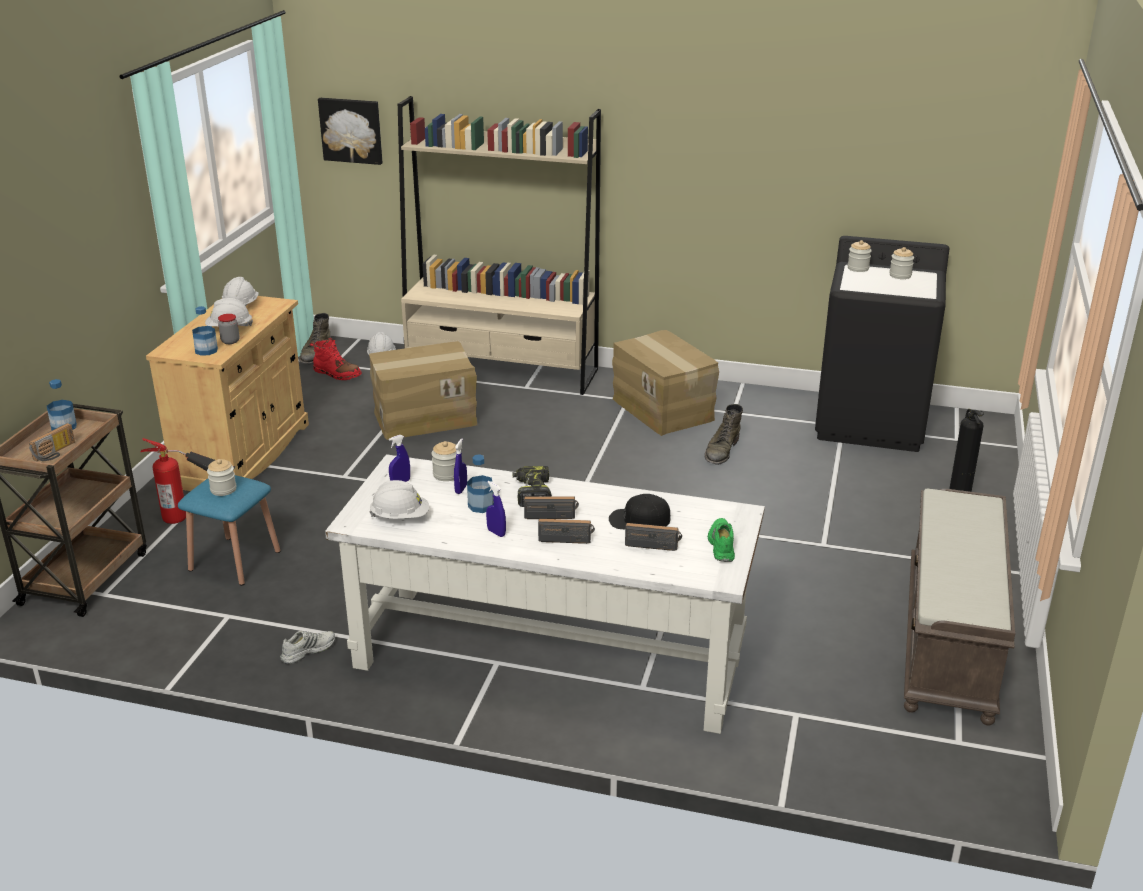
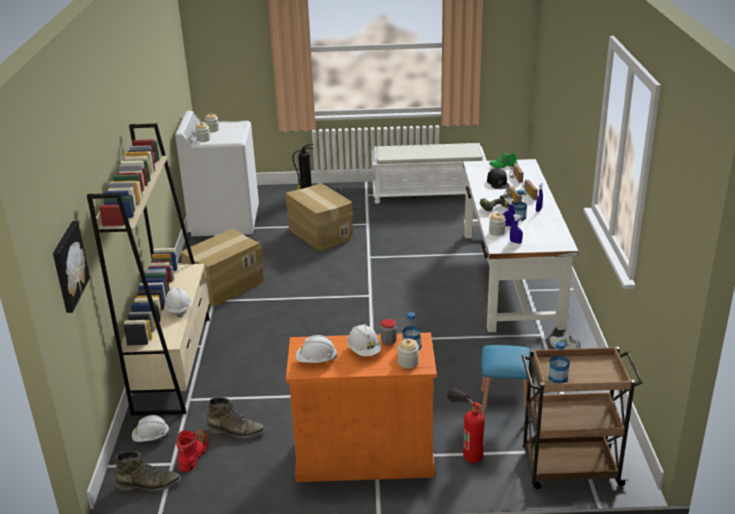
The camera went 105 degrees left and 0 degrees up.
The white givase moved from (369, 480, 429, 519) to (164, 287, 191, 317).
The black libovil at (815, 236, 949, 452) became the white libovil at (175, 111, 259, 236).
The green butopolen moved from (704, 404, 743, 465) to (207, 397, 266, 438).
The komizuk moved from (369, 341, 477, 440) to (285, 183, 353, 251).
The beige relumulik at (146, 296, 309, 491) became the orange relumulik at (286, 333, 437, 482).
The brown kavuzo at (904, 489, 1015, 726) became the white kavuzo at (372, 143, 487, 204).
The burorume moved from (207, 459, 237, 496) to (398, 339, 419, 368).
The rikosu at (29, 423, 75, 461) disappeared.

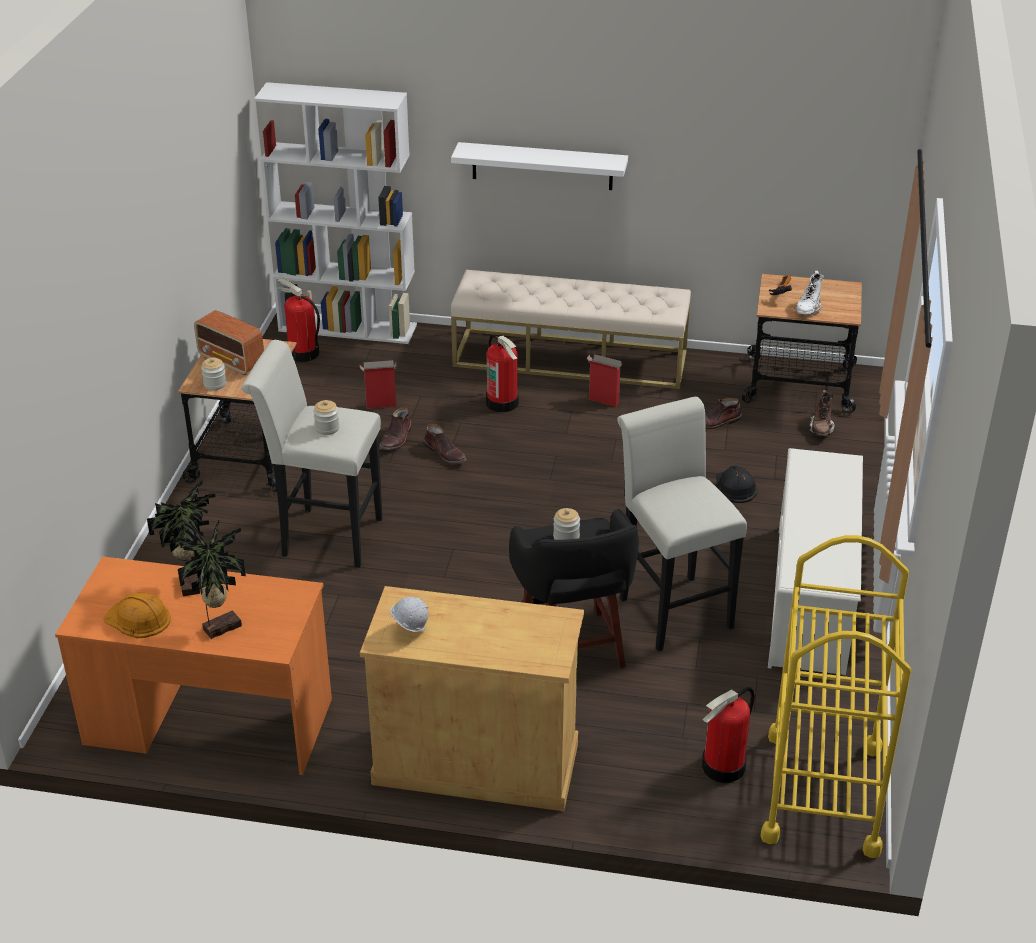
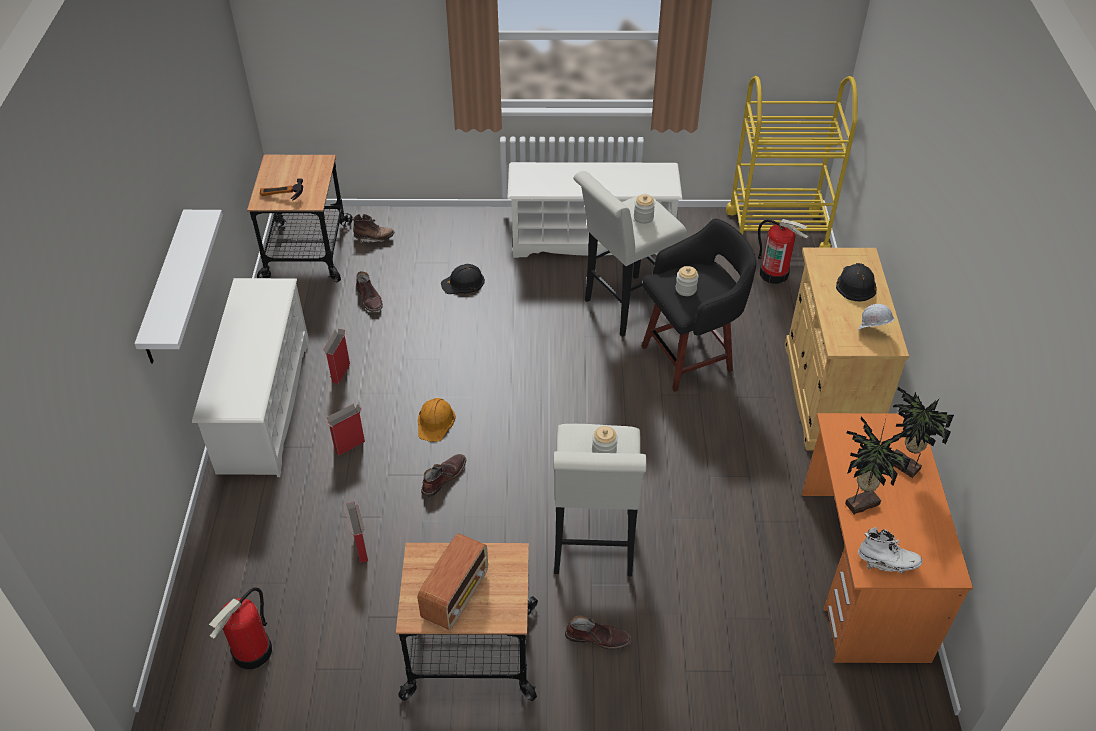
The camera went 100 degrees left and 10 degrees up.
The beige kavuzo at (451, 270, 691, 389) was replaced by the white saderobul at (192, 278, 309, 477).
The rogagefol at (486, 334, 519, 412) was replaced by the komizuk at (324, 403, 365, 456).
The orange givase moved from (103, 592, 171, 638) to (418, 398, 456, 442).
The brown butopolen moved from (379, 407, 412, 450) to (565, 615, 632, 650).
The burorume moved from (201, 358, 227, 390) to (634, 195, 655, 224).
The black givase at (836, 263, 876, 301) appeared.
The white butopolen moved from (794, 271, 824, 315) to (858, 527, 922, 574).
The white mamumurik at (254, 82, 417, 344) disappeared.

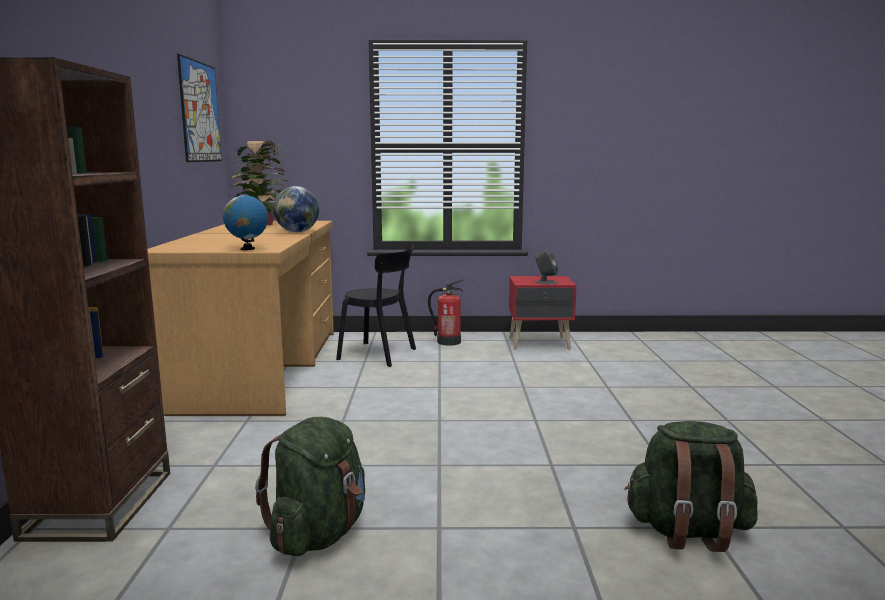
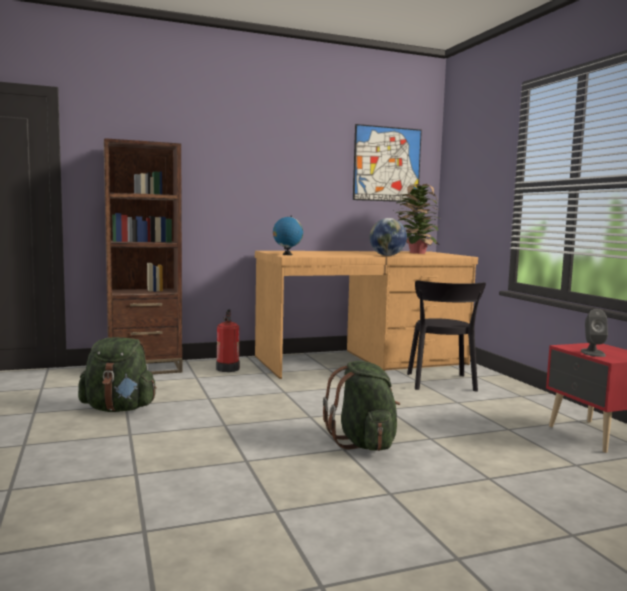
The camera went 70 degrees right and 5 degrees down.
The rogagefol moved from (428, 280, 464, 346) to (216, 309, 240, 372).
The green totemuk moved from (625, 421, 758, 552) to (323, 361, 400, 451).

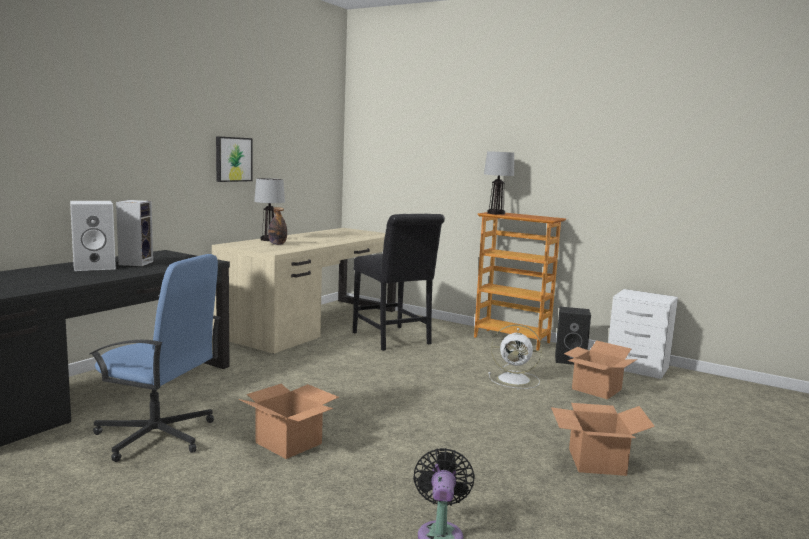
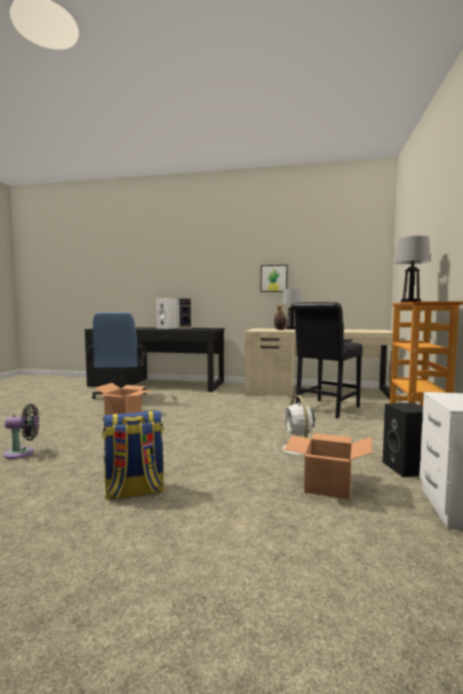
The camera went 70 degrees right and 5 degrees down.
The komizuk at (551, 403, 655, 476) was replaced by the totemuk at (102, 411, 165, 500).

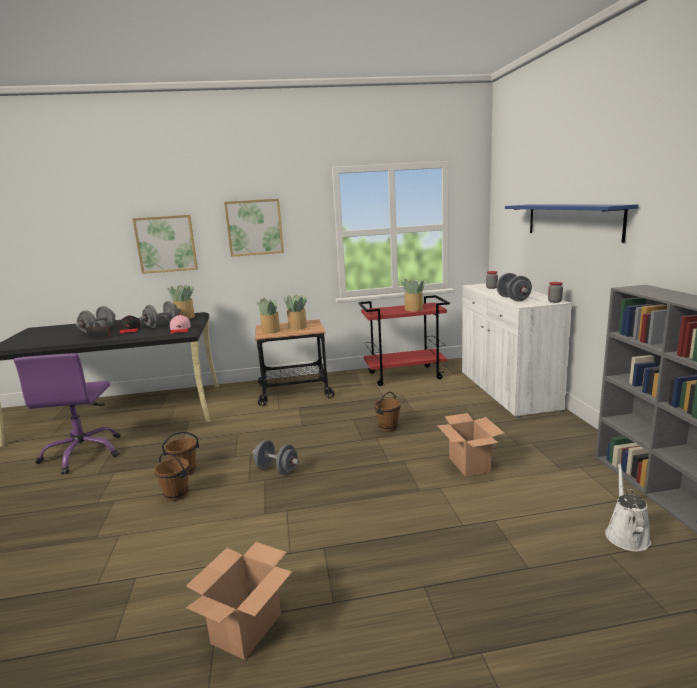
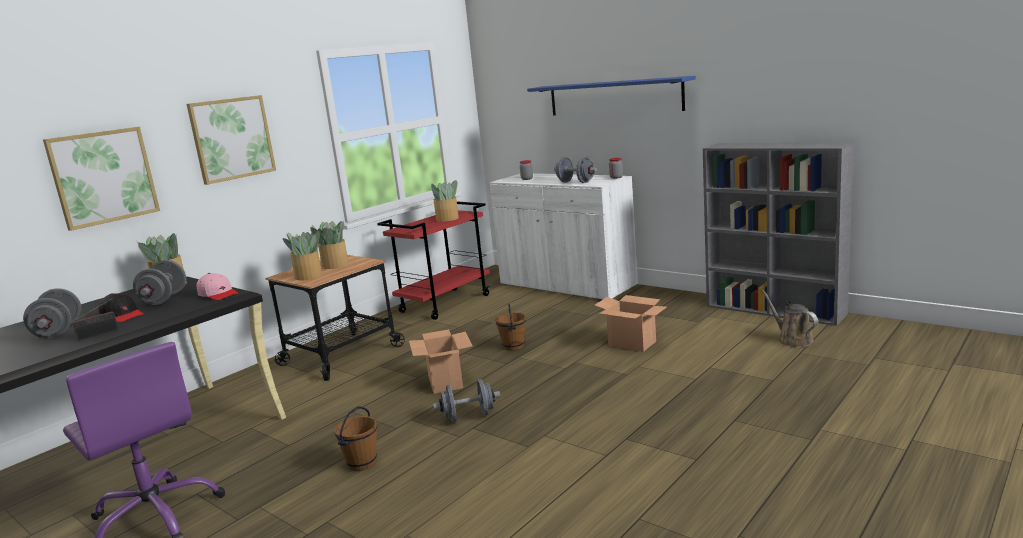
The camera went 40 degrees left and 0 degrees up.
The komizuk moved from (186, 542, 292, 660) to (409, 329, 473, 394).
The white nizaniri at (605, 463, 651, 551) became the brown nizaniri at (761, 290, 818, 347).
The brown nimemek at (154, 452, 189, 501) disappeared.

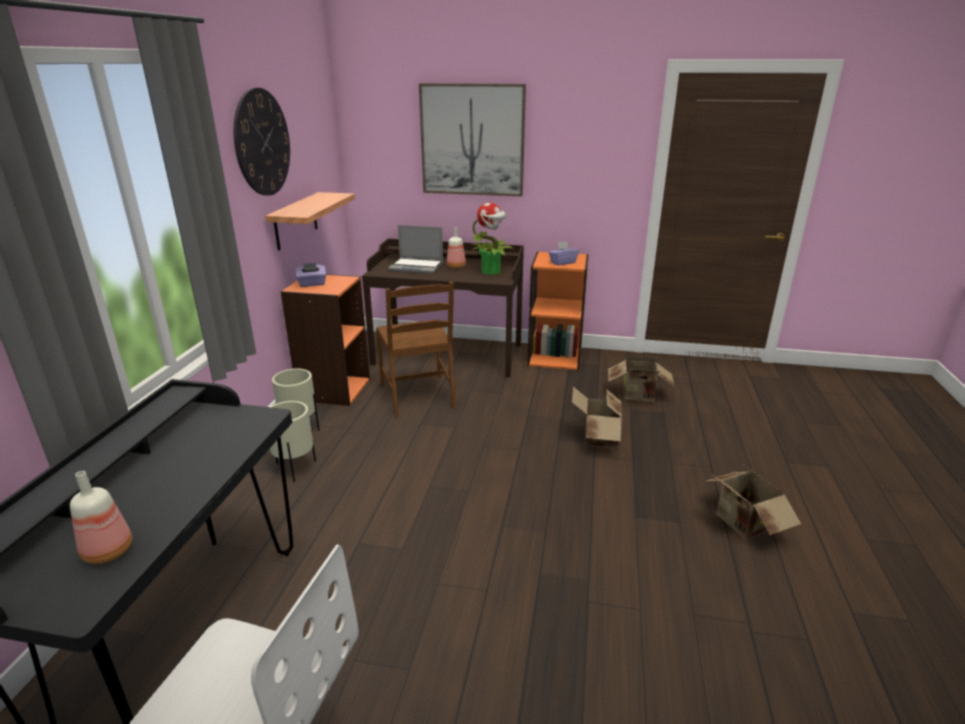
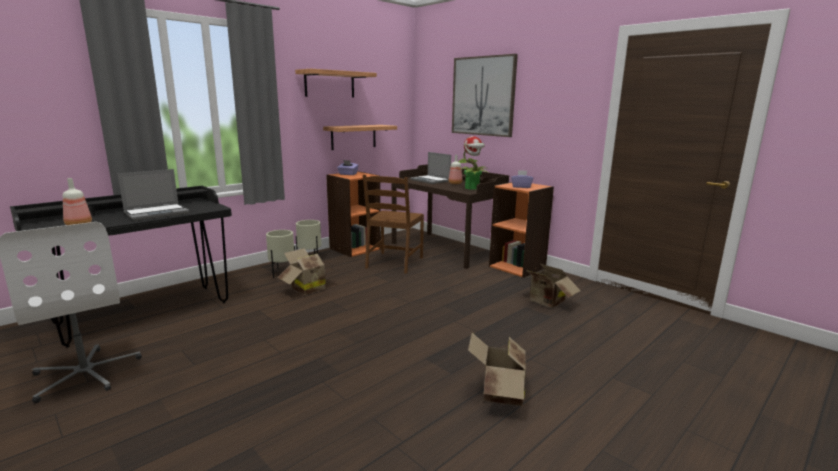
The camera went 35 degrees right and 10 degrees down.
The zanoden at (117, 169, 189, 221) appeared.
The komizuk moved from (572, 387, 622, 448) to (278, 248, 336, 295).
The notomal at (234, 88, 290, 196) was replaced by the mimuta at (295, 69, 377, 98).

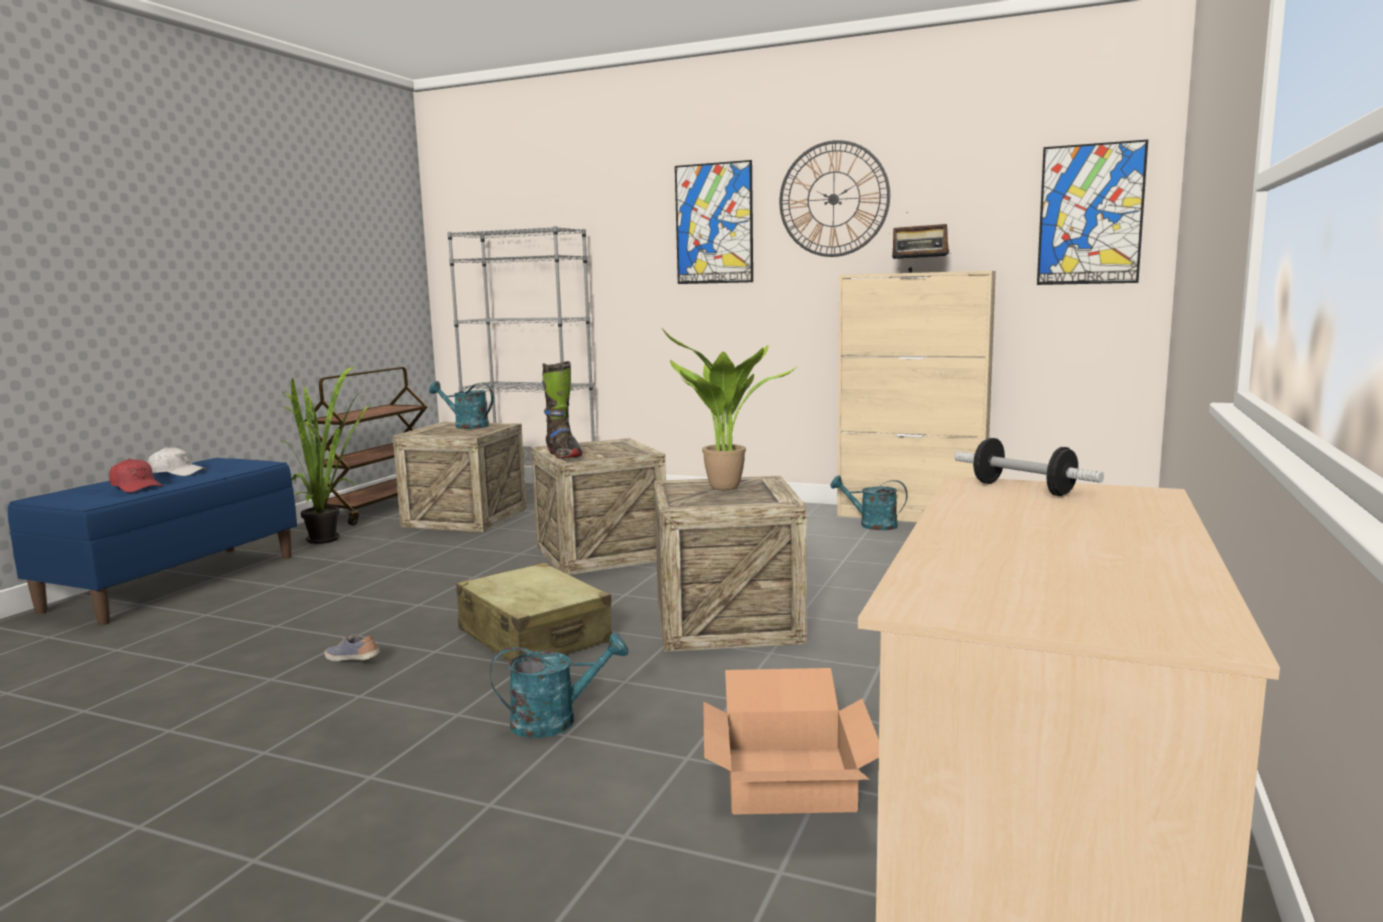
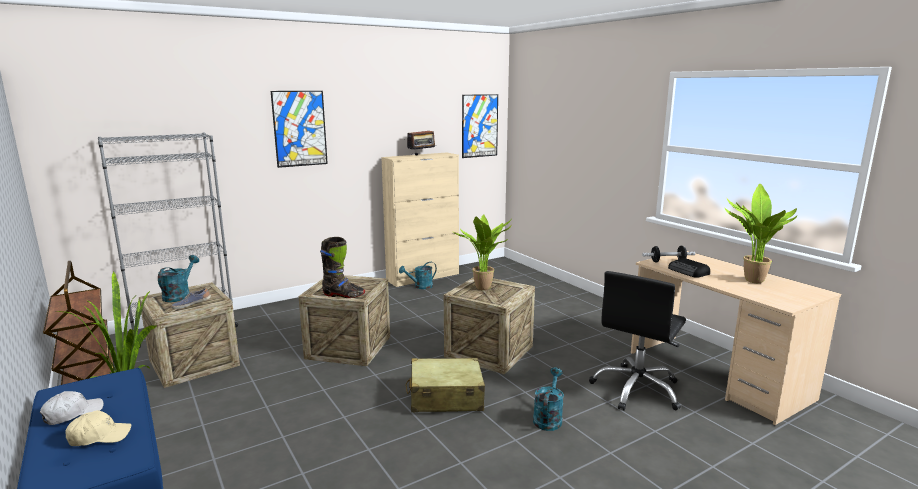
The camera went 55 degrees left and 5 degrees up.
The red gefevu at (109, 459, 163, 493) became the beige gefevu at (66, 410, 132, 446).
The turquoise nizaniri at (429, 381, 494, 429) turned 135 degrees clockwise.
The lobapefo moved from (324, 634, 380, 661) to (171, 288, 211, 309).
The komizuk at (703, 668, 879, 815) was replaced by the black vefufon at (589, 271, 686, 411).
The rikosu at (668, 258, 710, 278) appeared.
The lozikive at (725, 184, 797, 283) appeared.
The notomal at (779, 140, 890, 257) disappeared.

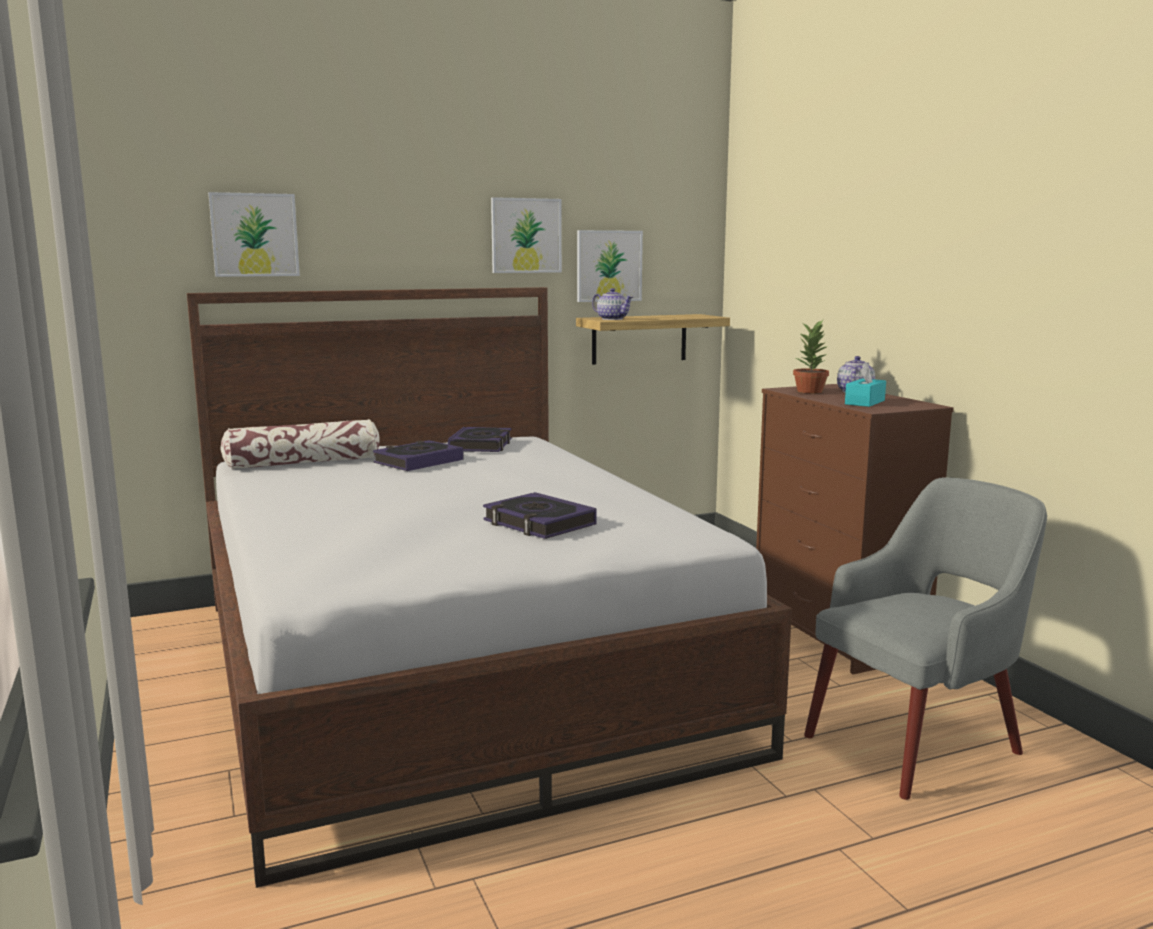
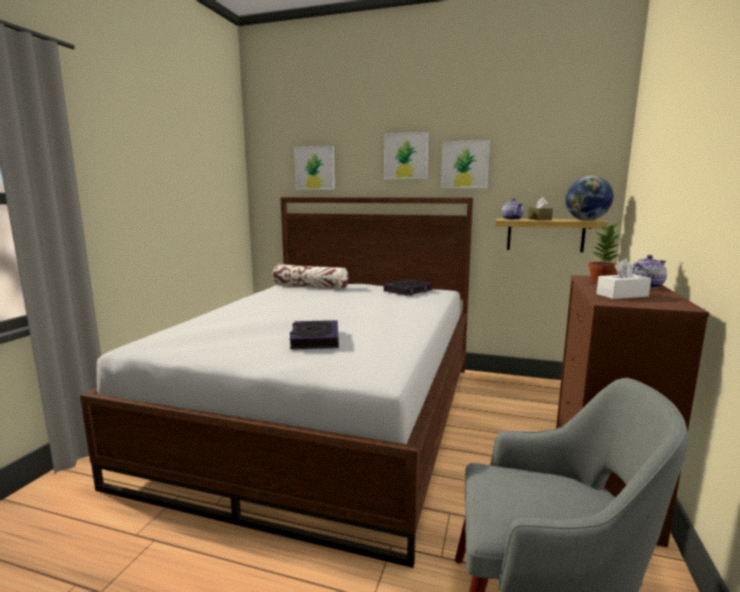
The camera went 40 degrees right and 0 degrees up.
The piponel moved from (577, 230, 643, 302) to (384, 132, 429, 179).
The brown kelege at (528, 197, 553, 220) appeared.
The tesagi at (565, 176, 613, 221) appeared.
The turquoise kelege at (845, 362, 886, 407) became the white kelege at (596, 259, 651, 299).
The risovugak at (373, 440, 464, 471) disappeared.

